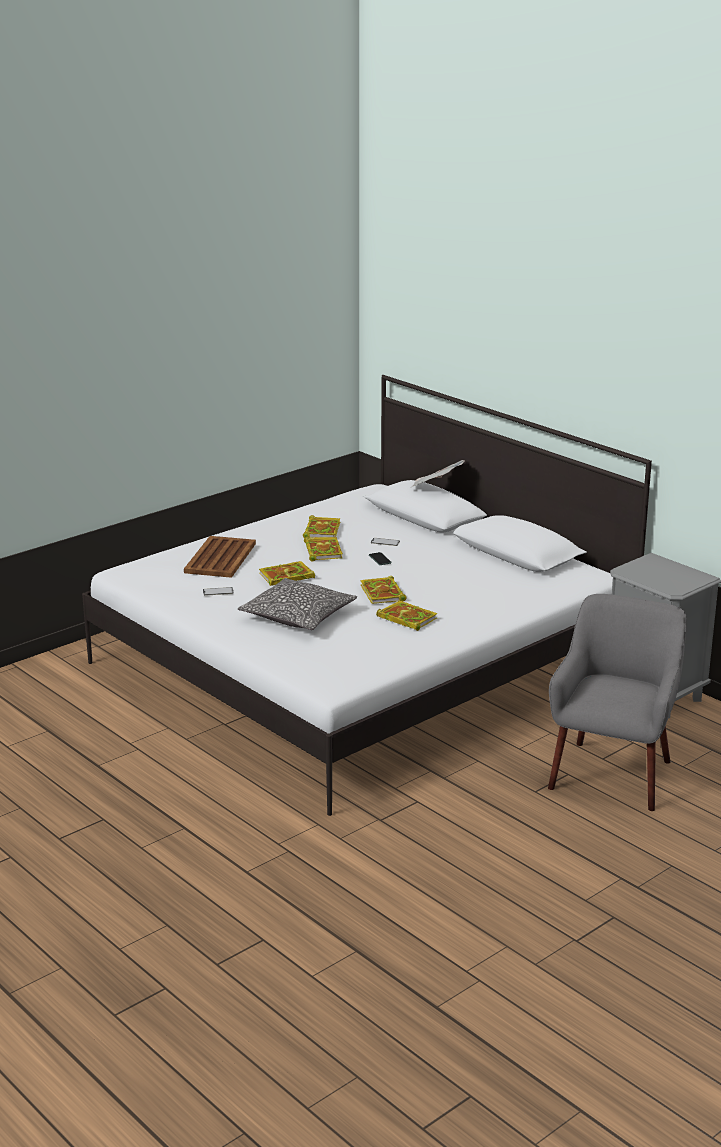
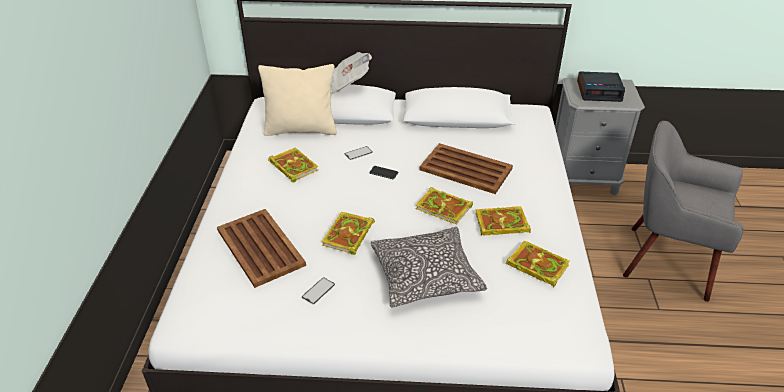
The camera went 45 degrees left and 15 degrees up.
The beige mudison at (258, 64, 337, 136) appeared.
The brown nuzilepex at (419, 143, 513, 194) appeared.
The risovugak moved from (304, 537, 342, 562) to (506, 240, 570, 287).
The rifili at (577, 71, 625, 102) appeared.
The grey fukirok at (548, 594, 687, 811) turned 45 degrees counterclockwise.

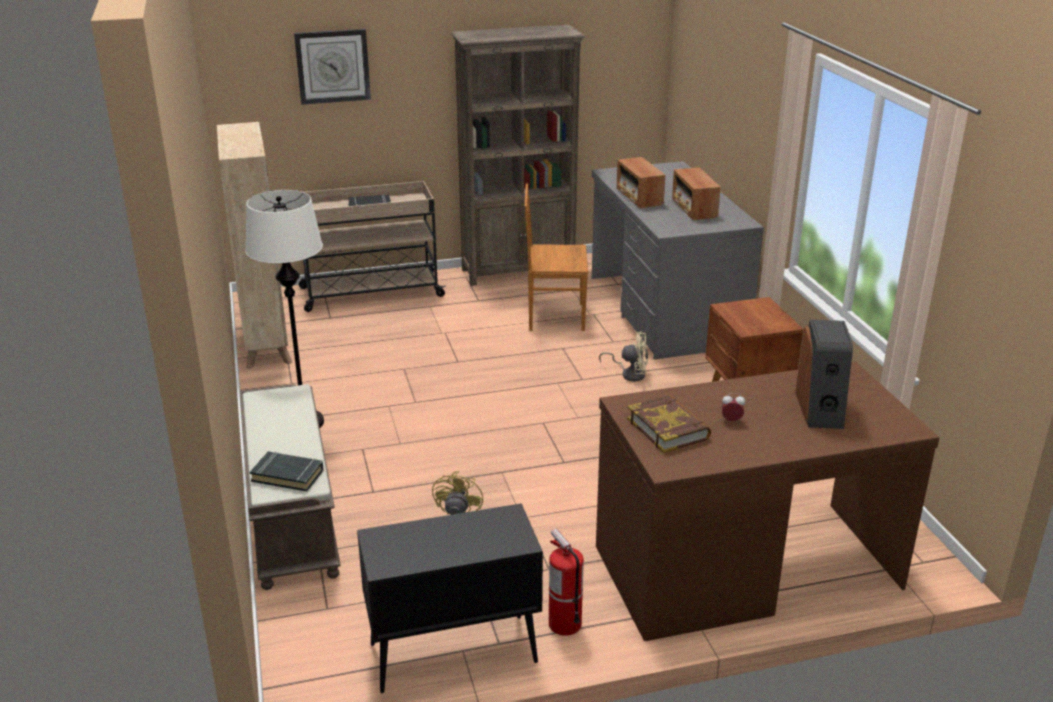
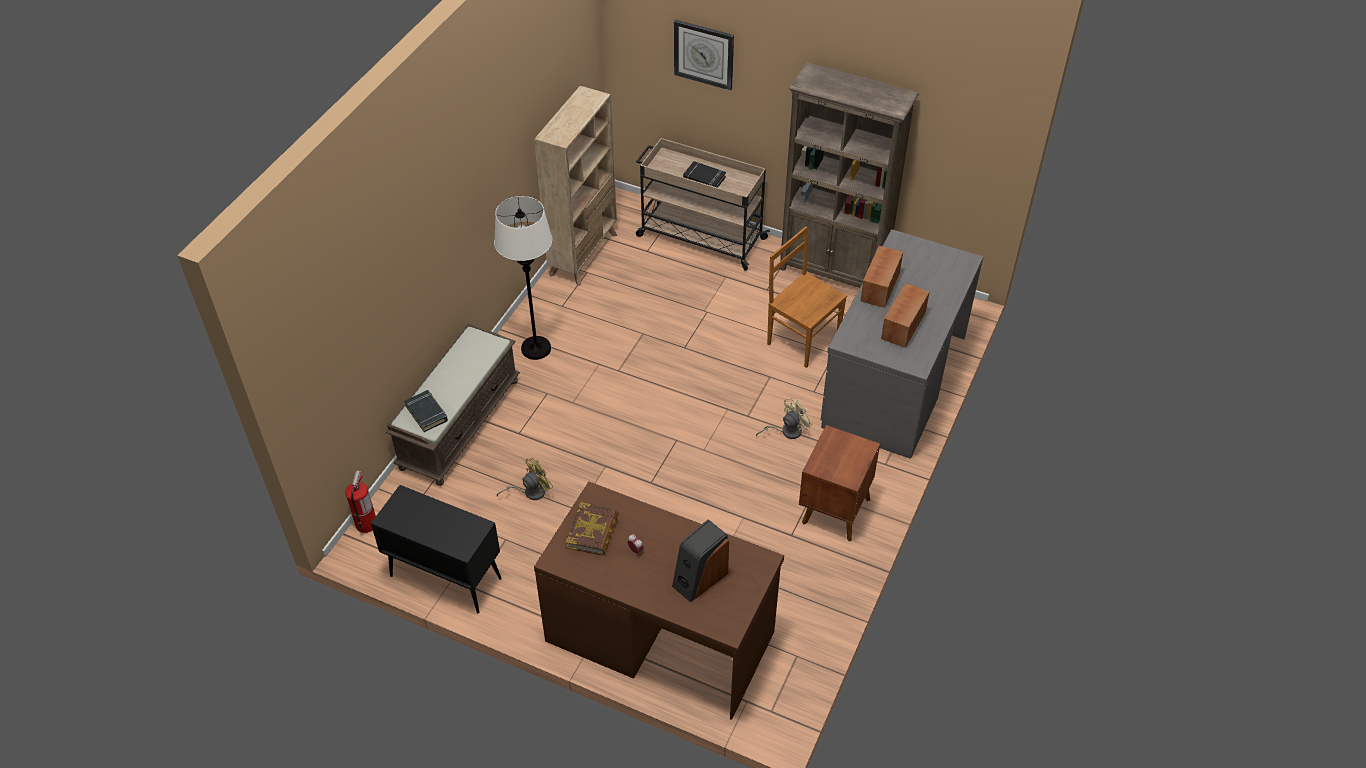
The camera went 40 degrees right and 20 degrees up.
The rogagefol moved from (549, 528, 584, 636) to (345, 471, 376, 533).
The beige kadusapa at (599, 332, 648, 382) turned 90 degrees counterclockwise.

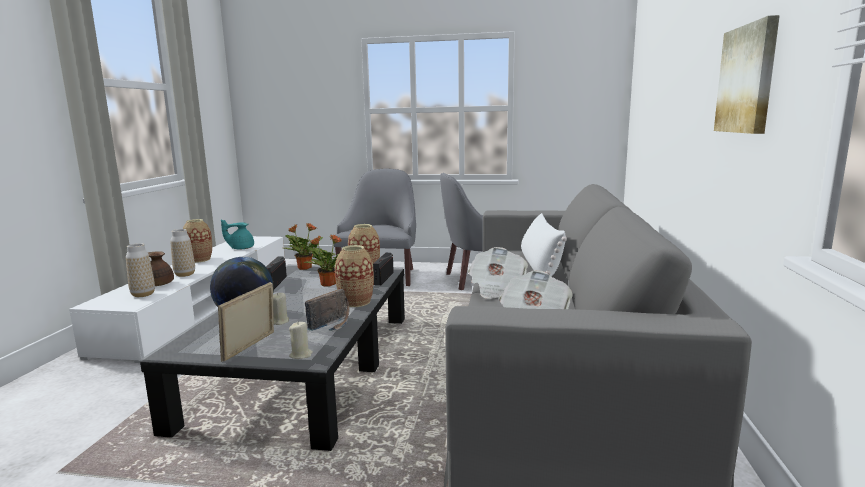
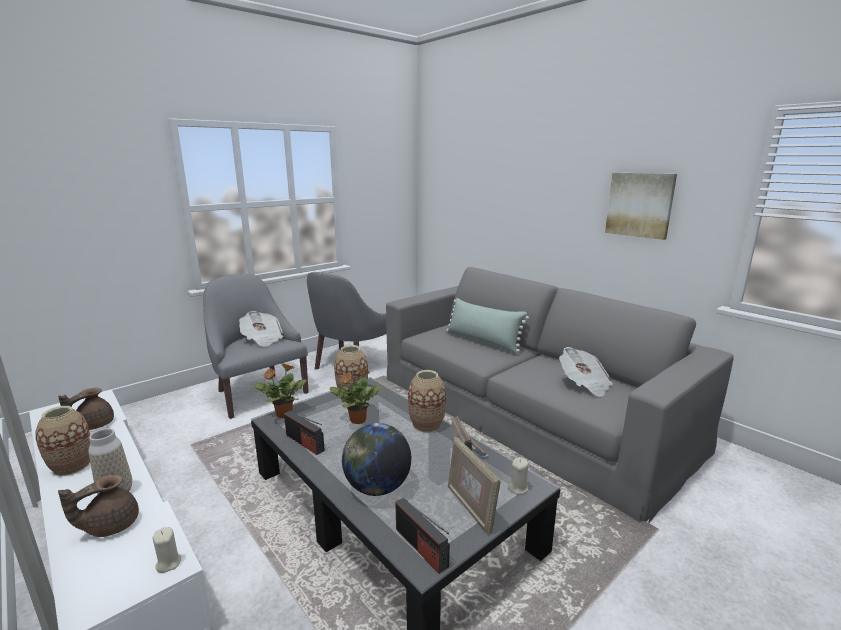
The camera went 50 degrees left and 5 degrees up.
The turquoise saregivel at (221, 219, 254, 249) became the brown saregivel at (58, 388, 114, 430).
The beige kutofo moved from (273, 293, 289, 325) to (152, 527, 181, 573).
The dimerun moved from (468, 247, 528, 299) to (239, 311, 283, 347).
The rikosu moved from (373, 253, 394, 285) to (396, 498, 450, 574).
The white mudison at (521, 213, 567, 276) became the green mudison at (446, 298, 529, 353).
The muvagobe at (126, 243, 155, 297) disappeared.

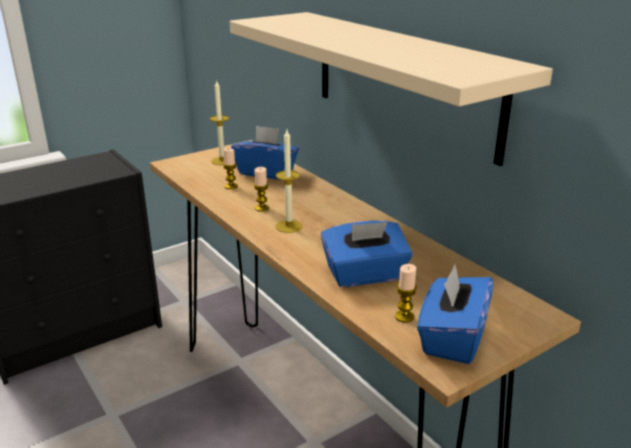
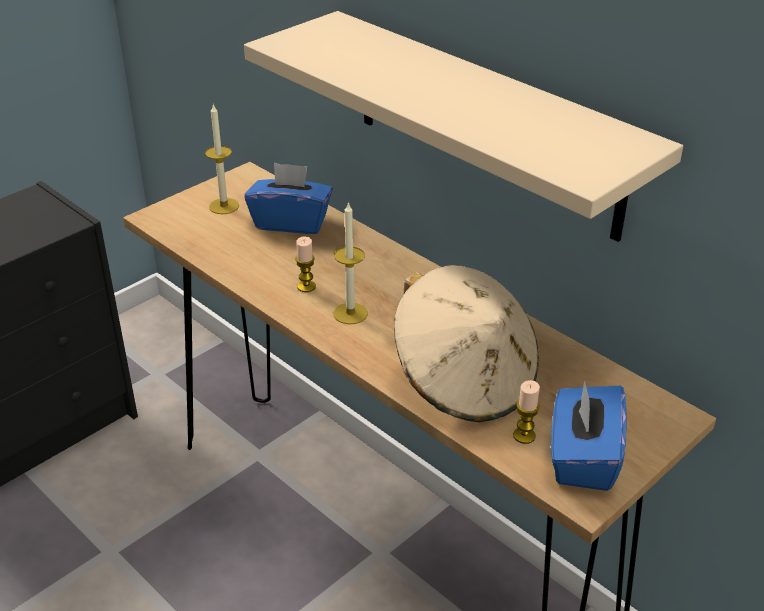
The camera went 10 degrees left and 10 degrees up.
The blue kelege at (321, 221, 413, 287) was replaced by the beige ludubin at (394, 265, 539, 422).
The kutofo at (223, 148, 238, 189) disappeared.

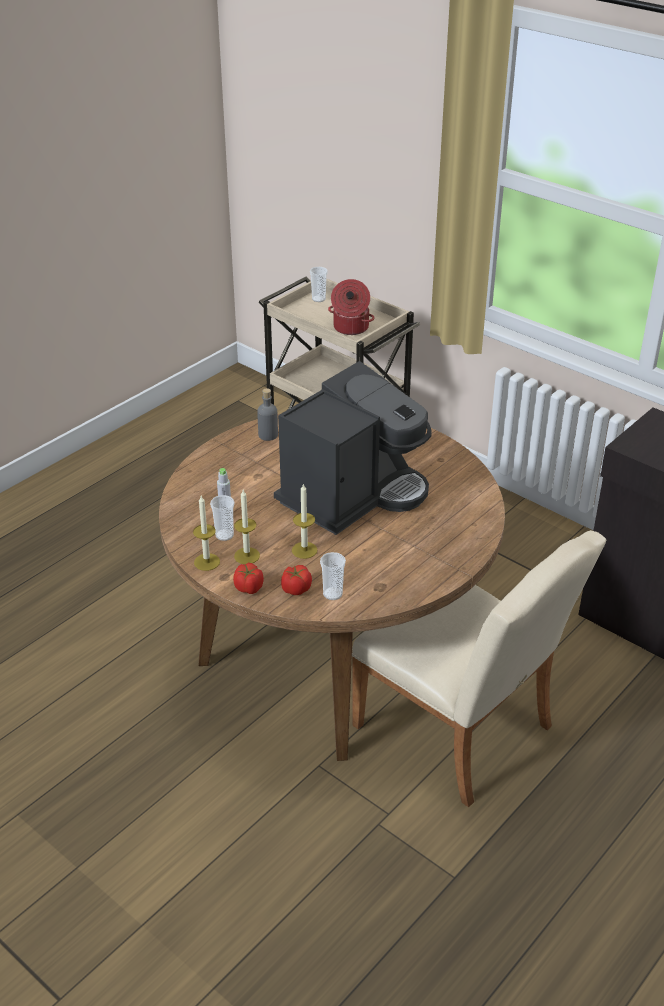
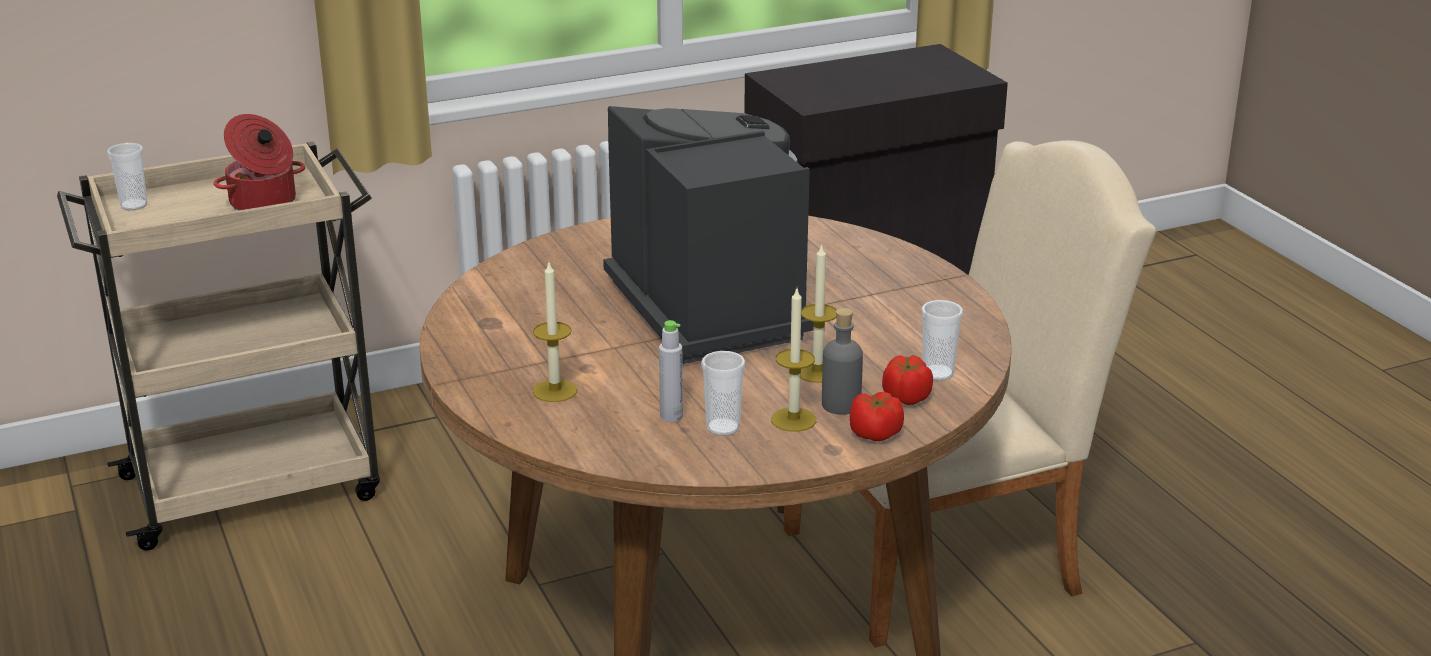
The camera went 65 degrees left and 10 degrees down.
The kutofo moved from (193, 496, 220, 571) to (533, 260, 577, 402).
The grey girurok moved from (257, 389, 278, 441) to (822, 308, 863, 415).

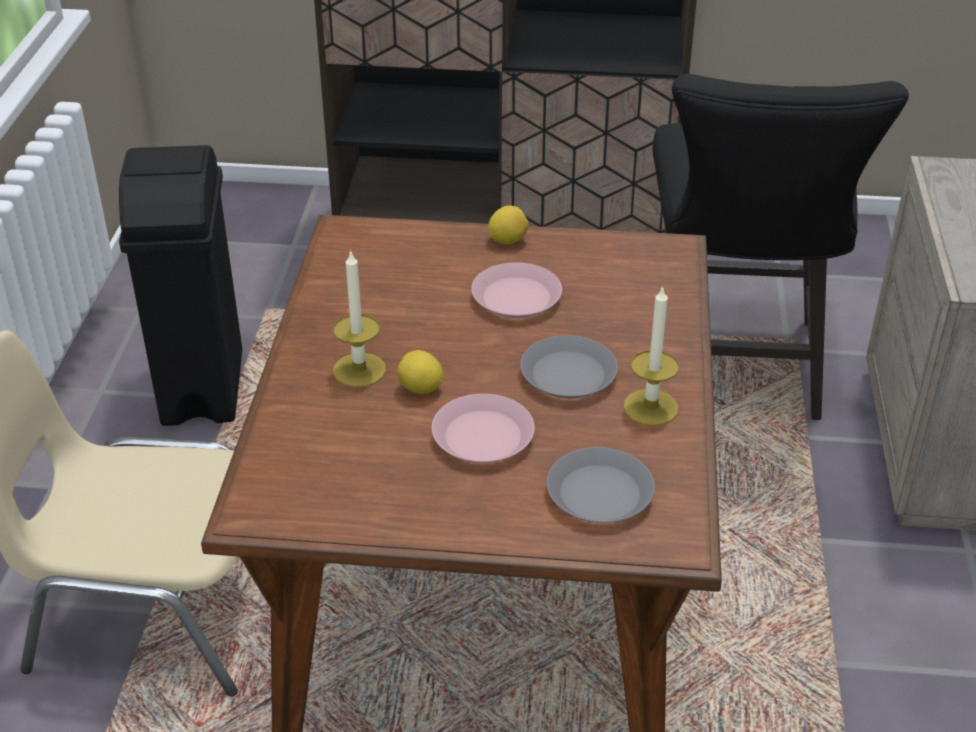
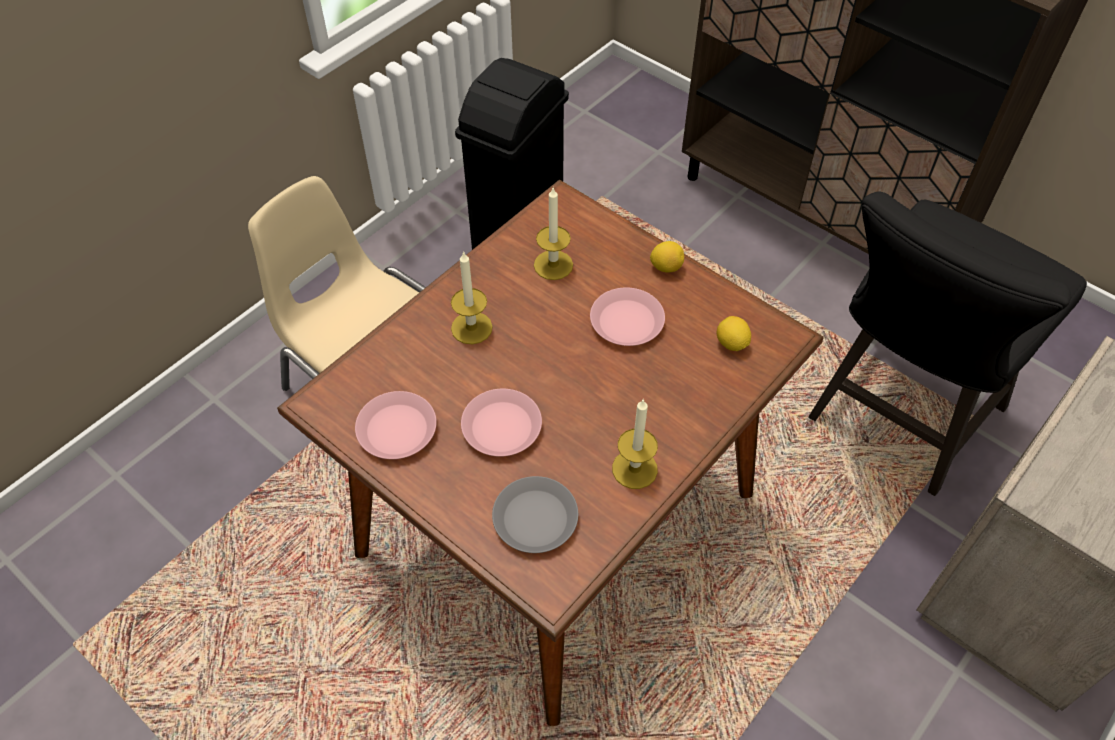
The camera went 35 degrees right and 15 degrees up.
The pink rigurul at (355, 391, 437, 459) appeared.
The kutofo at (534, 188, 573, 280) appeared.
The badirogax moved from (397, 350, 444, 394) to (717, 316, 751, 351).
The grey rigurul at (520, 335, 618, 398) disappeared.

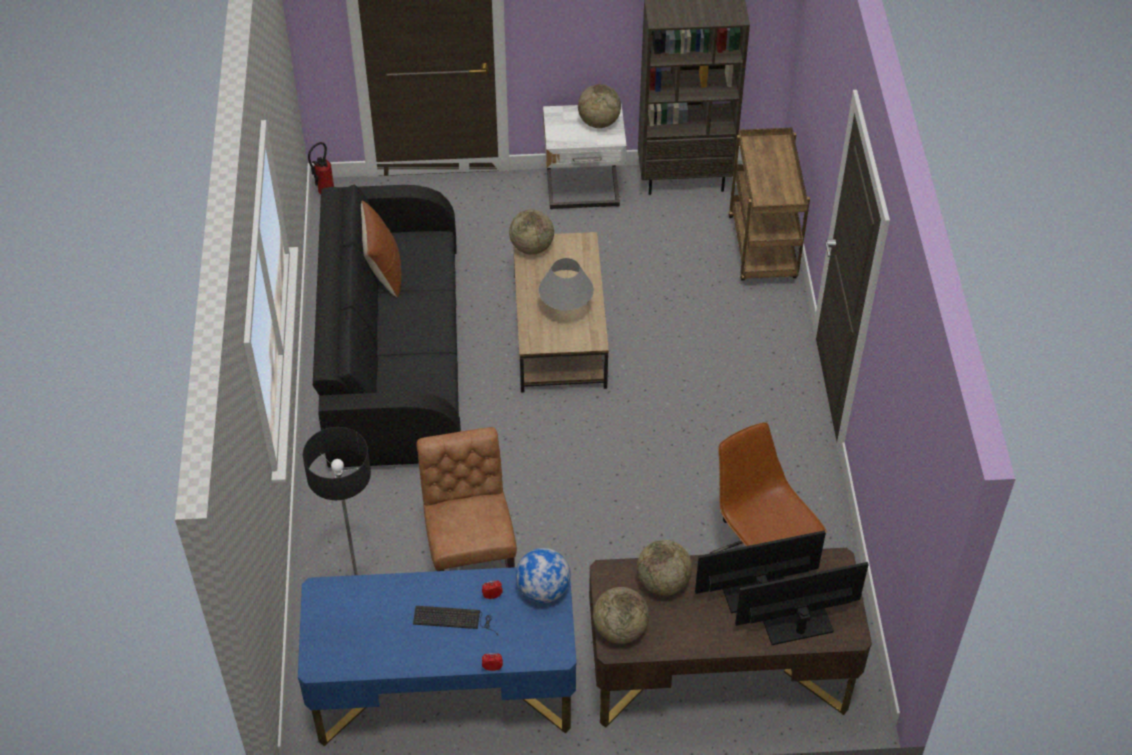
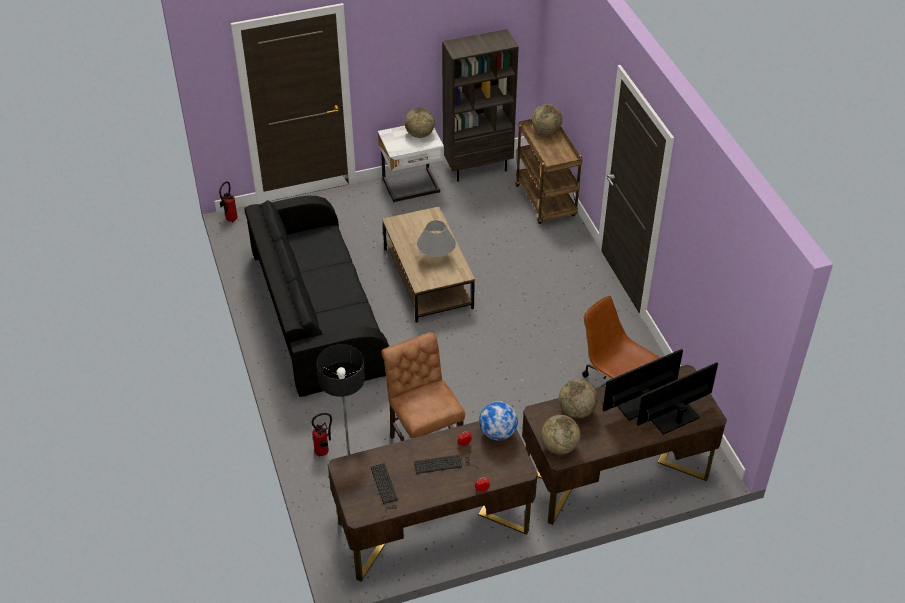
The camera went 15 degrees left and 5 degrees down.
The rogagefol at (312, 413, 332, 456) appeared.
The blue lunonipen at (298, 567, 576, 746) became the brown lunonipen at (328, 421, 538, 582).
The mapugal at (370, 463, 398, 517) appeared.
The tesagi moved from (509, 209, 554, 255) to (532, 104, 562, 135).
The brown mudison at (361, 201, 401, 298) disappeared.

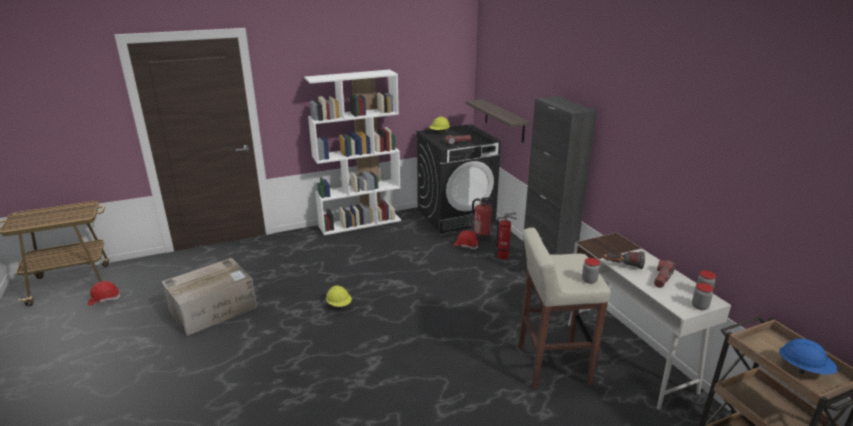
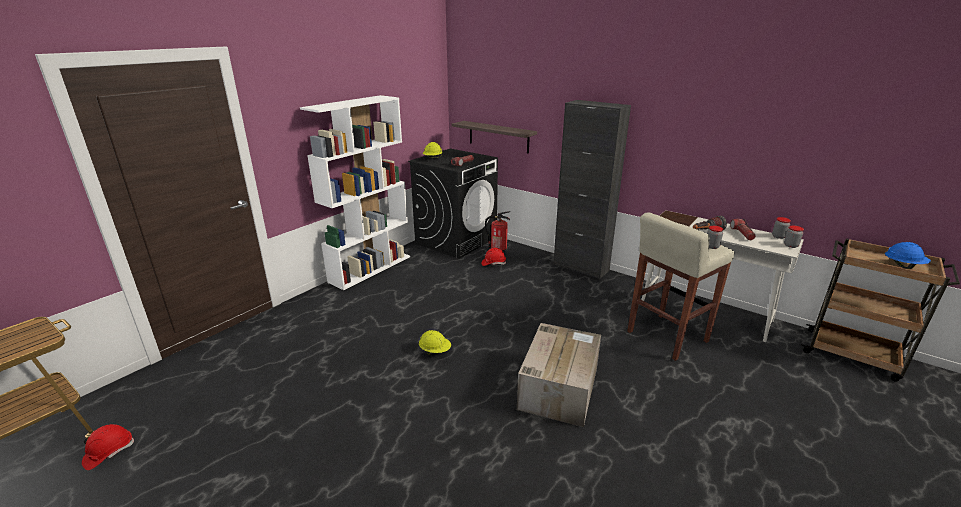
The camera went 30 degrees left and 0 degrees up.
The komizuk moved from (161, 258, 257, 336) to (517, 323, 601, 427).
The rogagefol at (495, 212, 517, 260) disappeared.

